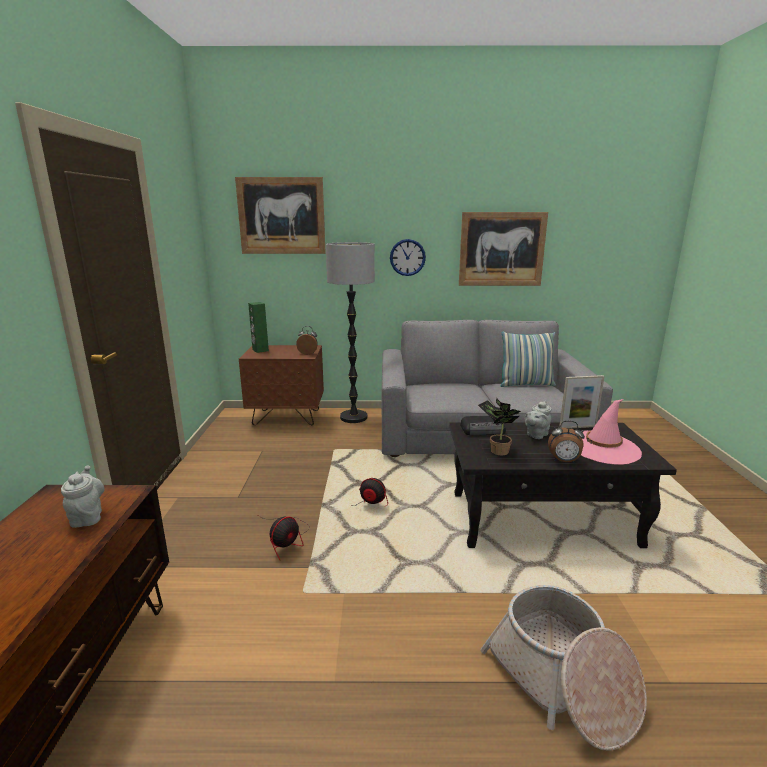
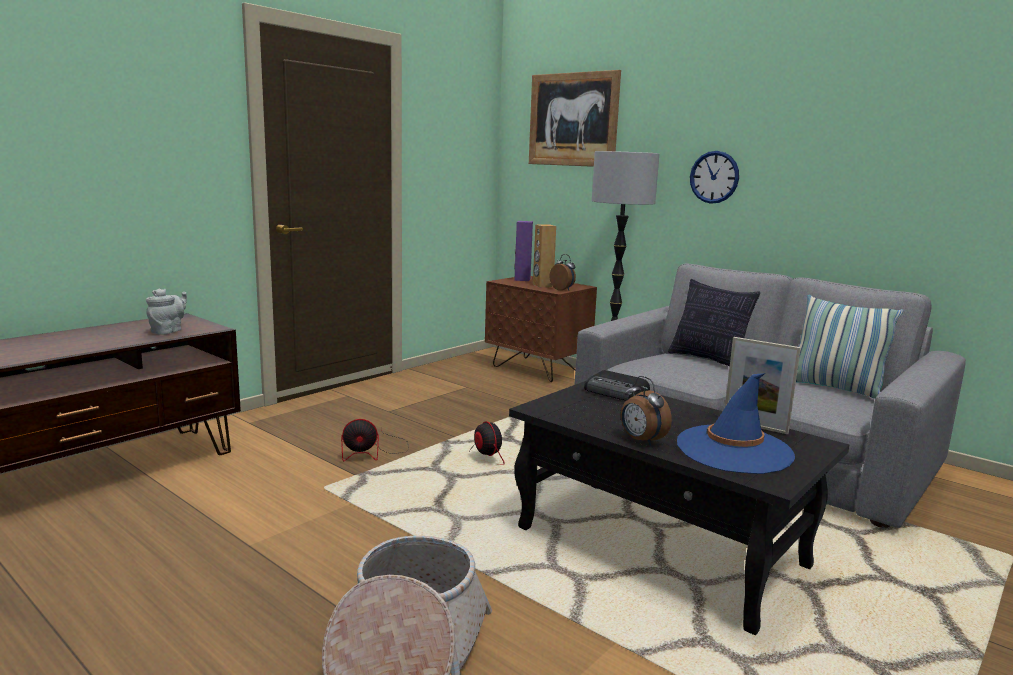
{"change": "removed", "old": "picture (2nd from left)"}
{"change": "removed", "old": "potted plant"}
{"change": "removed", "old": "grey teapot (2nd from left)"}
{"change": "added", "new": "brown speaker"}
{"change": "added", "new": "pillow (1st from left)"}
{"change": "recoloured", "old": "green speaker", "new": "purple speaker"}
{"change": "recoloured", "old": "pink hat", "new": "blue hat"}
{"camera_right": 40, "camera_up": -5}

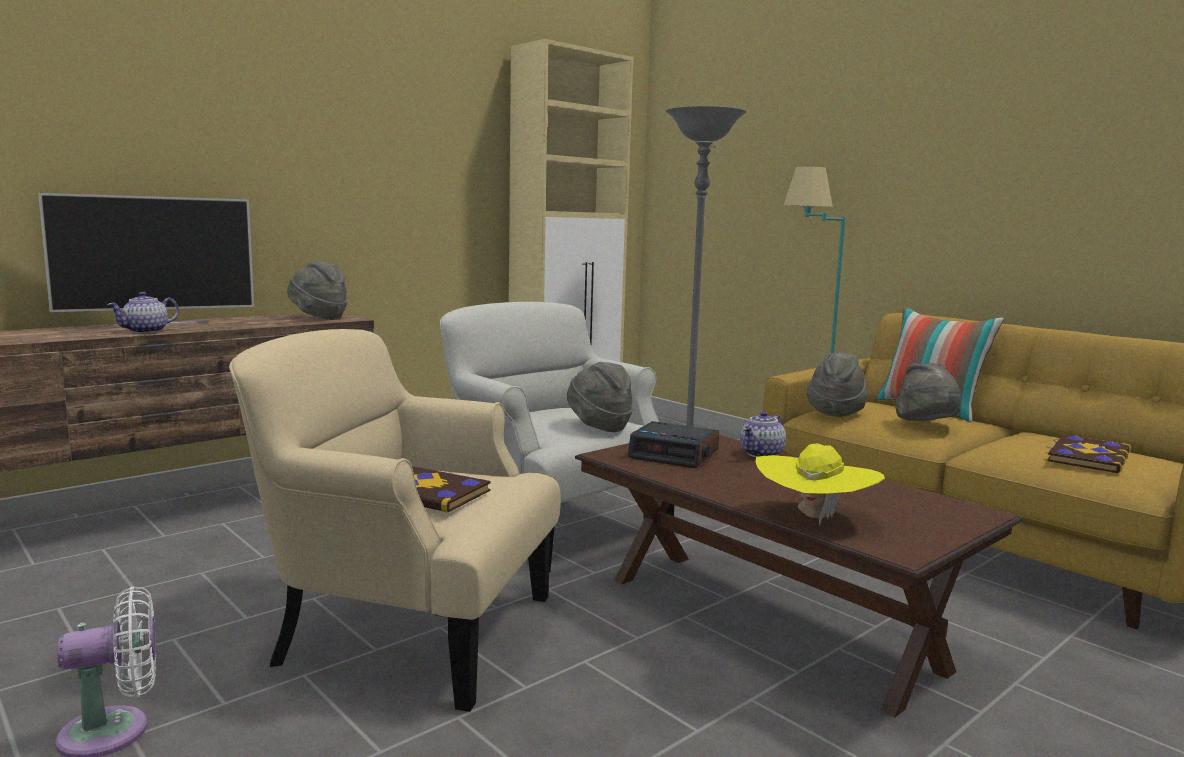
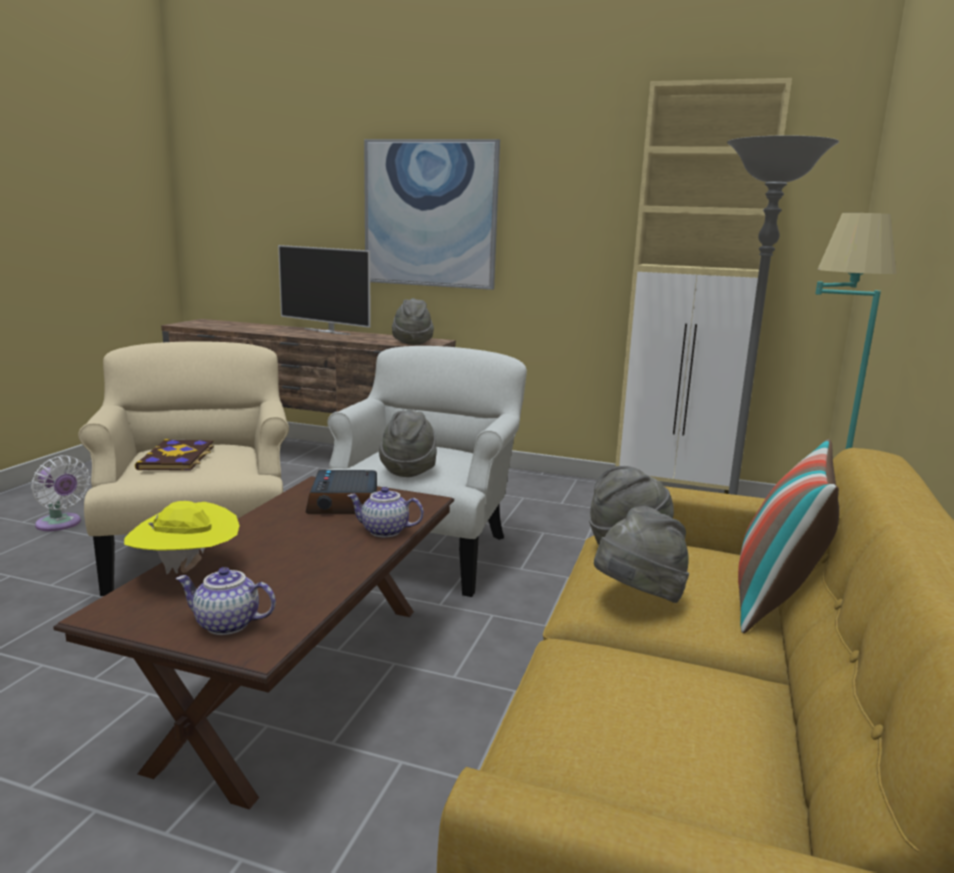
{"change": "removed", "old": "book (2nd from left)"}
{"change": "added", "new": "picture"}
{"change": "moved", "old": "teapot (1st from left)"}
{"camera_right": 60, "camera_up": 5}

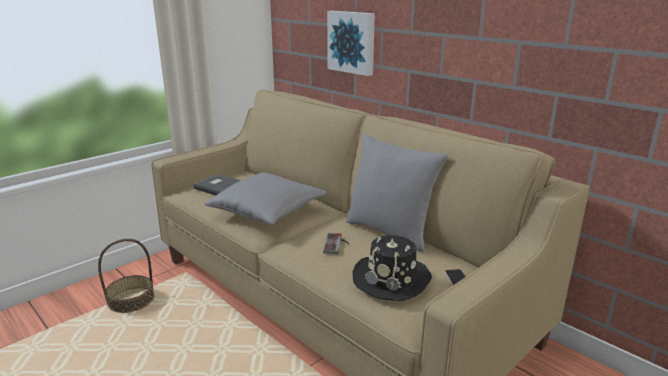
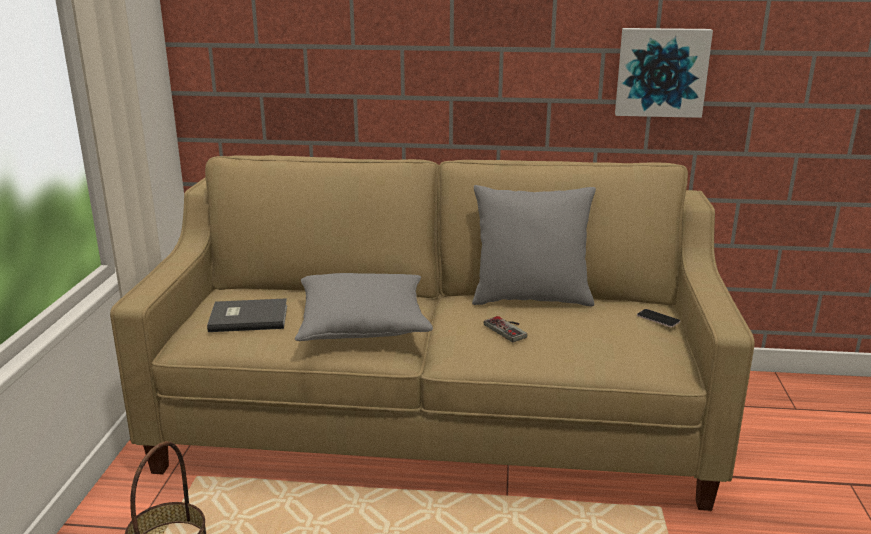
{"change": "removed", "old": "black hat"}
{"change": "moved", "old": "picture"}
{"camera_right": -40, "camera_up": 0}

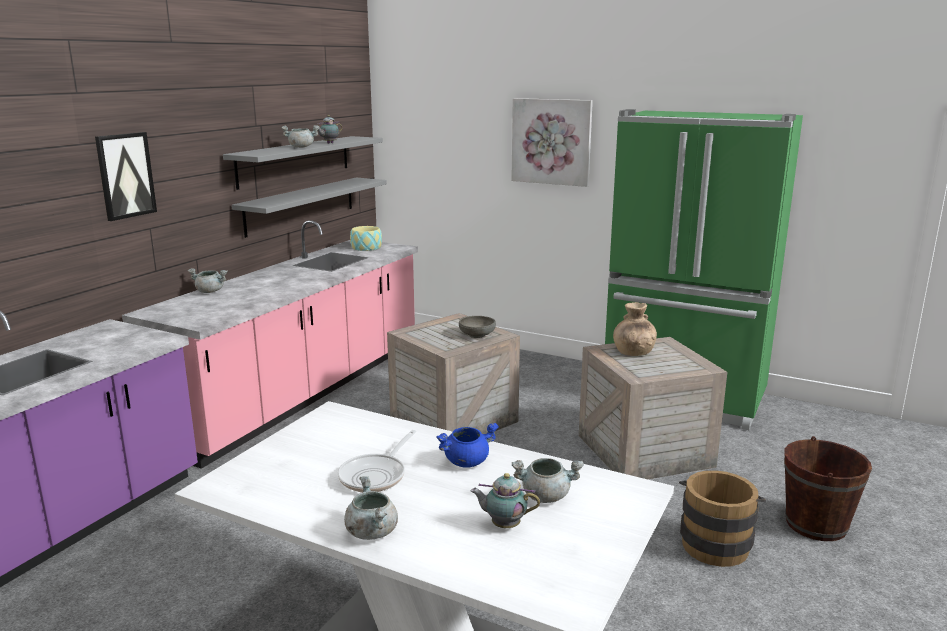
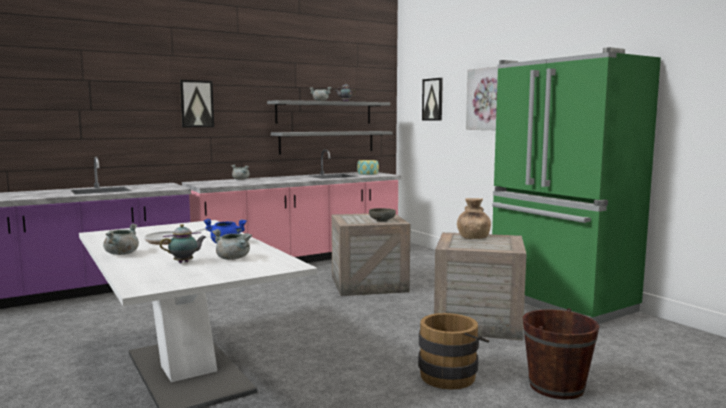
{"change": "added", "new": "picture (2nd from left)"}
{"change": "turned", "old": "teapot (2nd from left in the first image)", "degrees": 105}
{"camera_right": 30, "camera_up": -10}

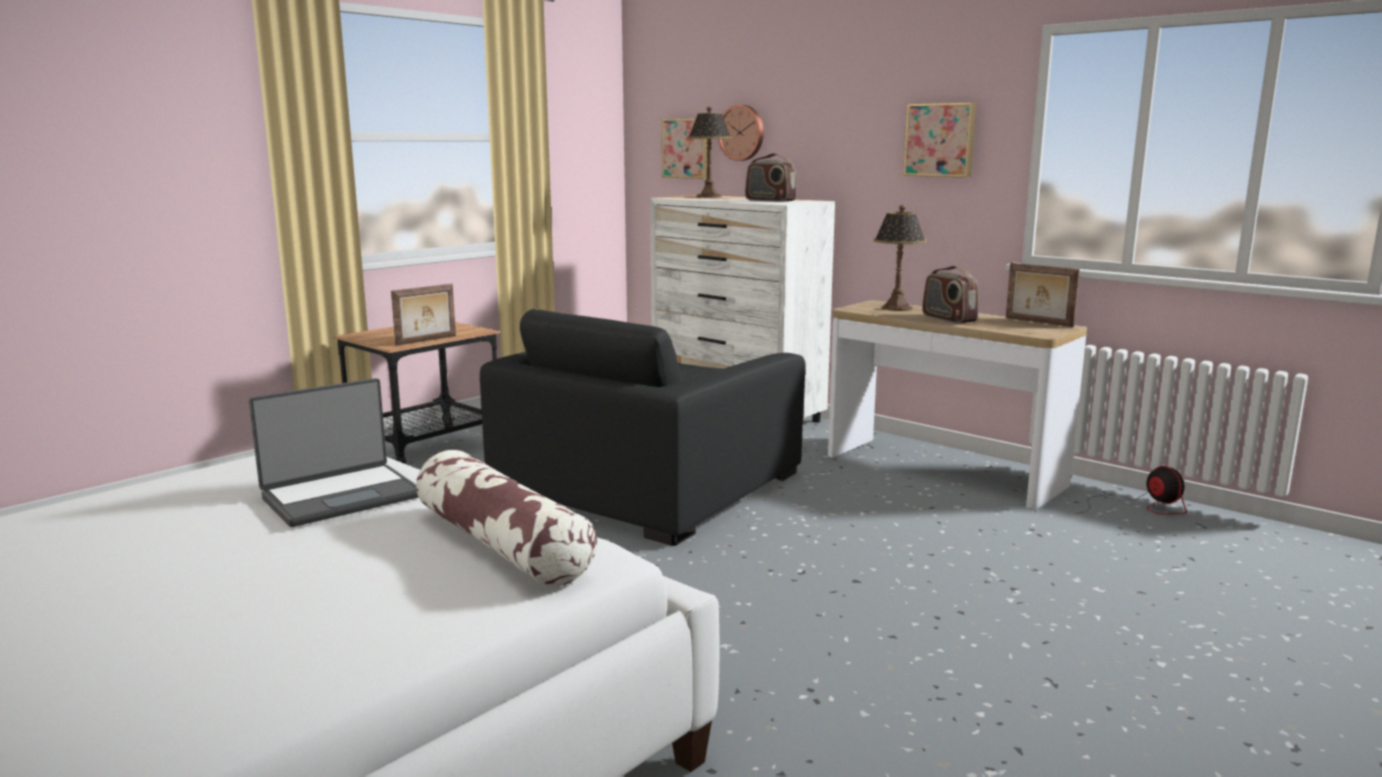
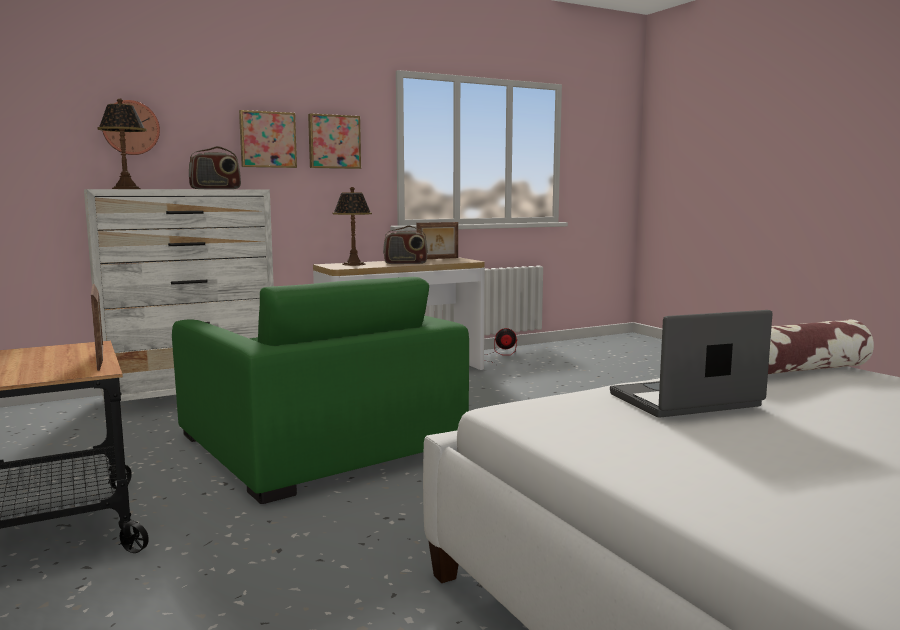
{"change": "moved", "old": "picture (1st from left)"}
{"change": "recoloured", "old": "black armchair", "new": "green armchair"}
{"change": "turned", "old": "laptop", "degrees": -90}
{"camera_right": -70, "camera_up": -5}

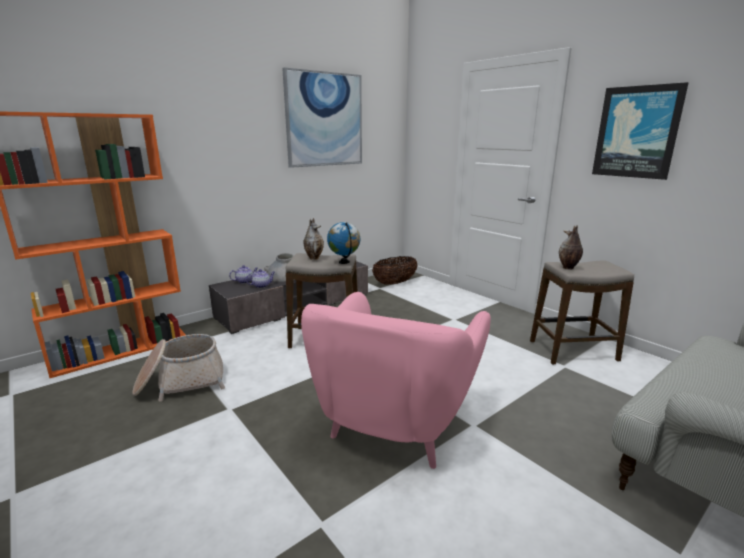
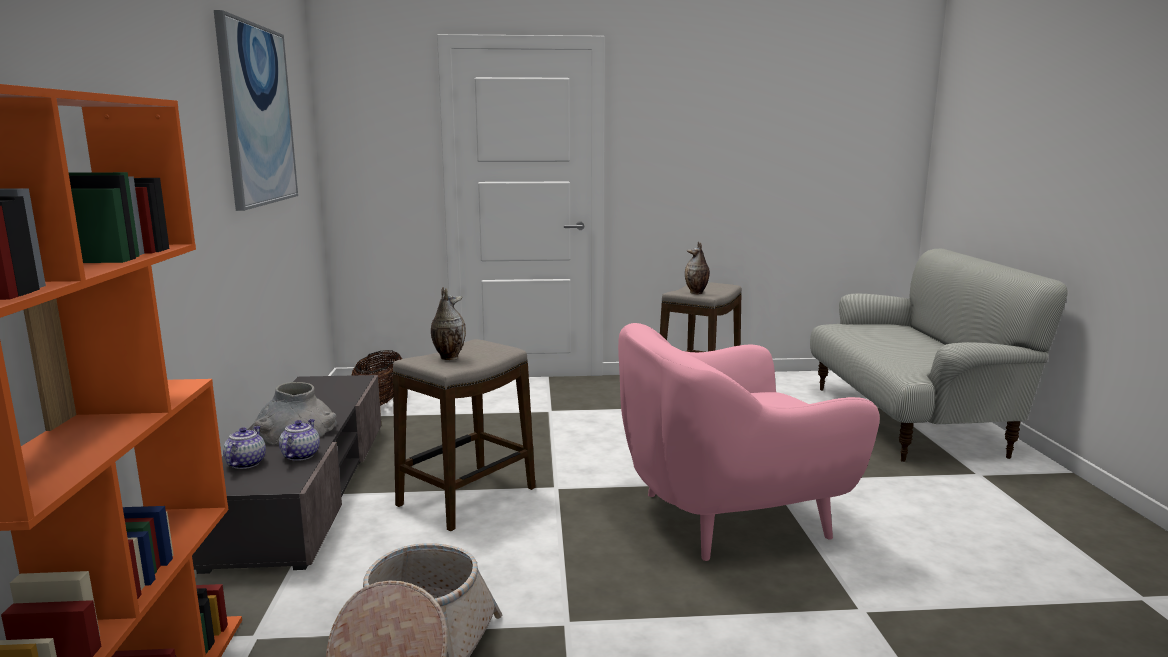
{"change": "removed", "old": "globe"}
{"change": "removed", "old": "picture (2nd from left)"}
{"change": "turned", "old": "pink armchair", "degrees": 105}
{"camera_right": -55, "camera_up": -5}

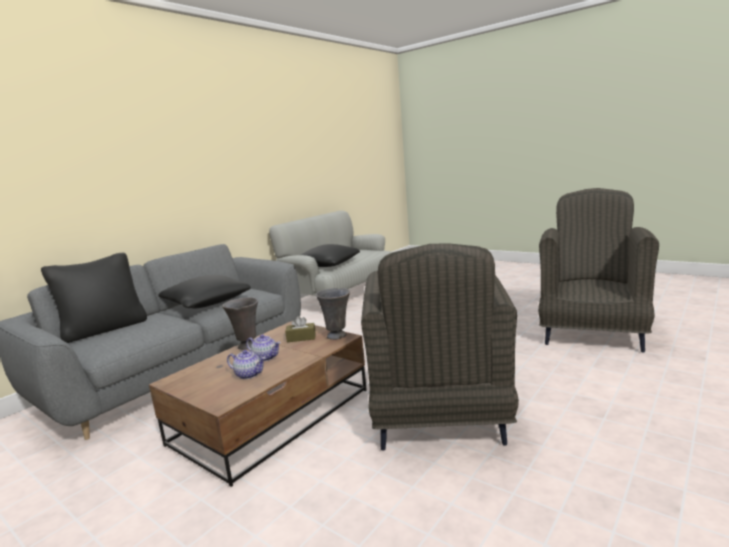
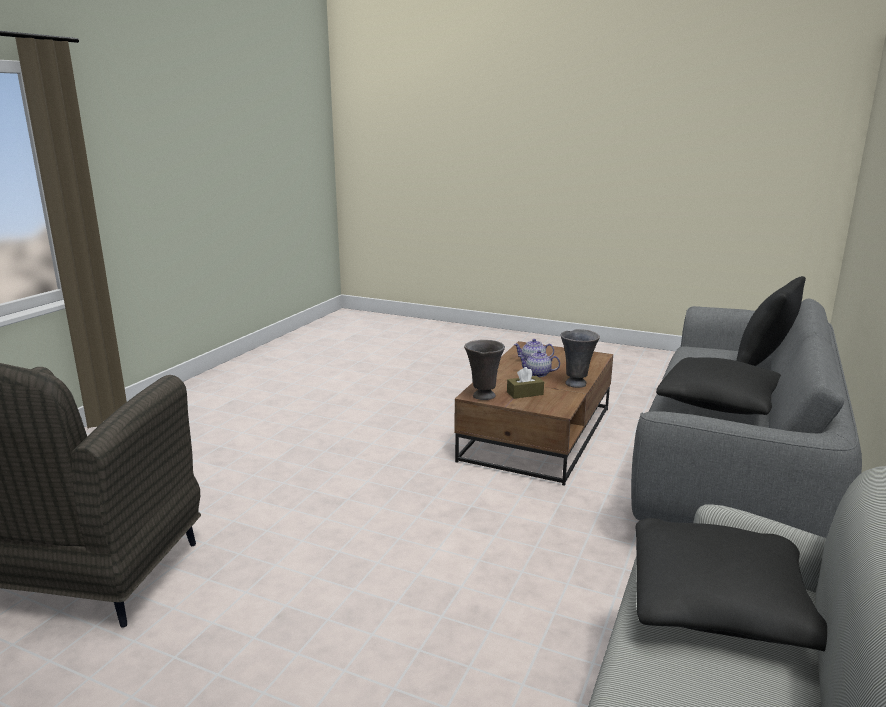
{"change": "removed", "old": "grey armchair (1st from left)"}
{"camera_right": 165, "camera_up": 5}

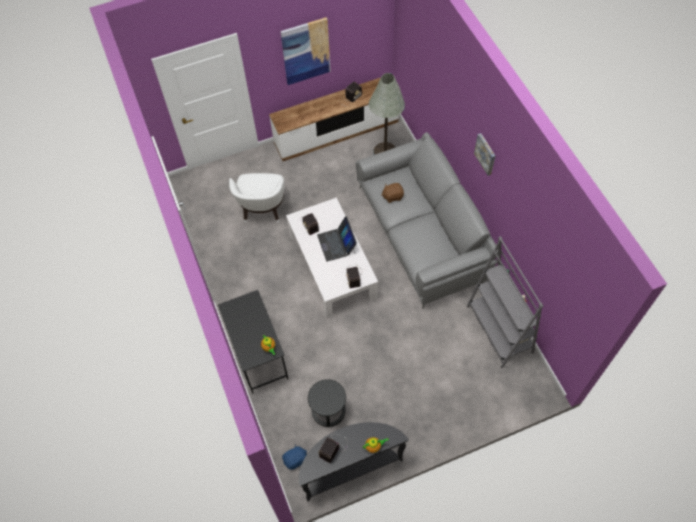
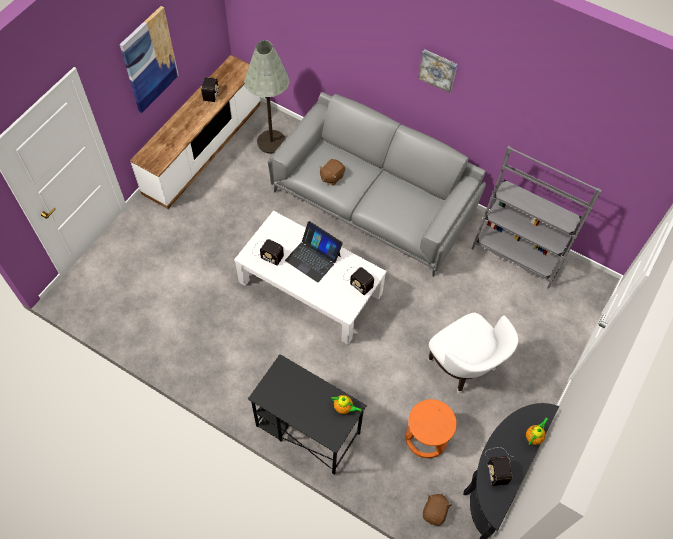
{"change": "moved", "old": "white armchair"}
{"change": "recoloured", "old": "blue plush toy", "new": "brown plush toy (2nd from left)"}
{"change": "recoloured", "old": "black stool", "new": "orange stool"}
{"camera_right": -40, "camera_up": 0}

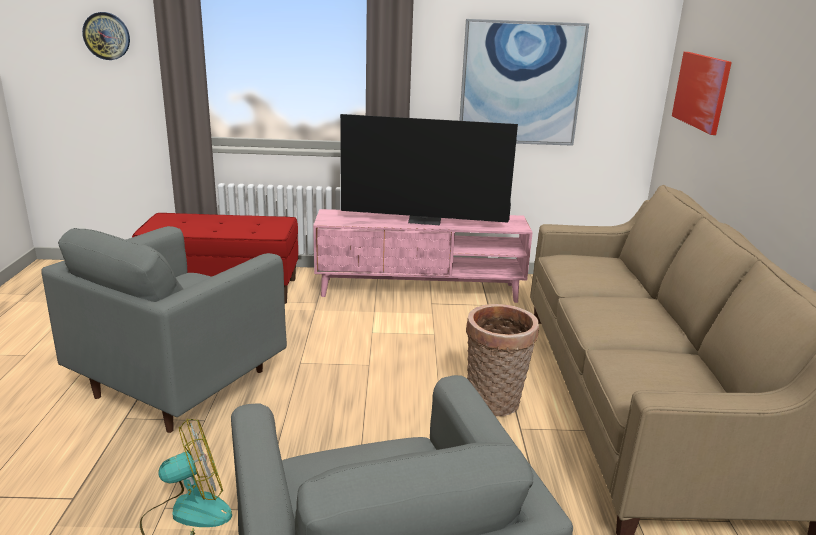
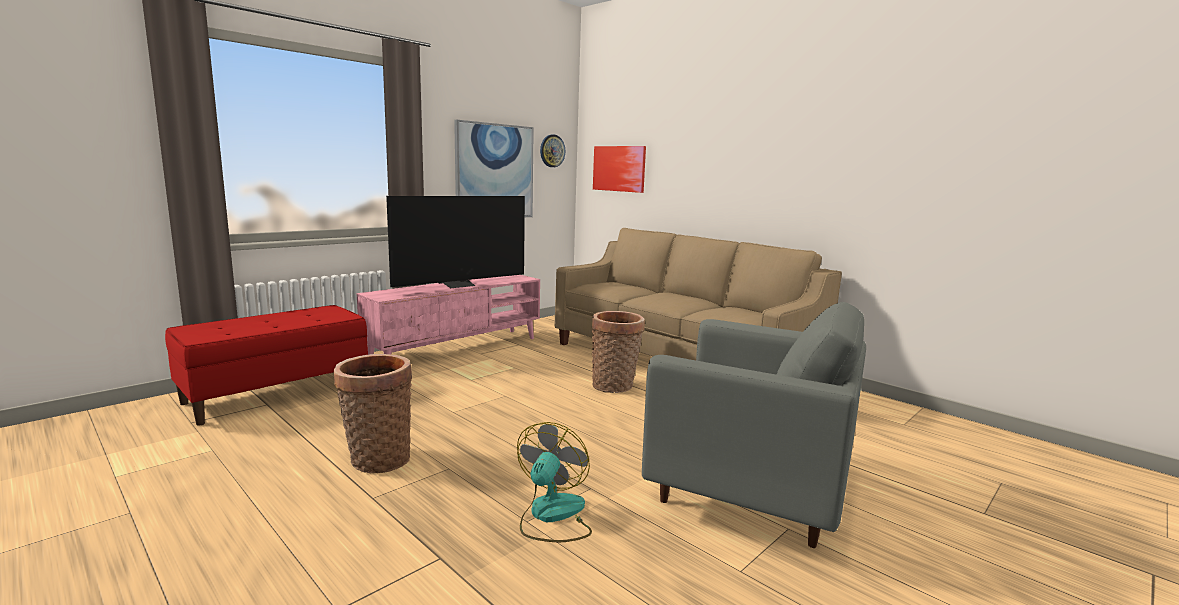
{"change": "moved", "old": "wall clock"}
{"change": "replaced", "old": "grey armchair (1st from left)", "new": "basket (1st from left)"}
{"camera_right": -45, "camera_up": -10}

